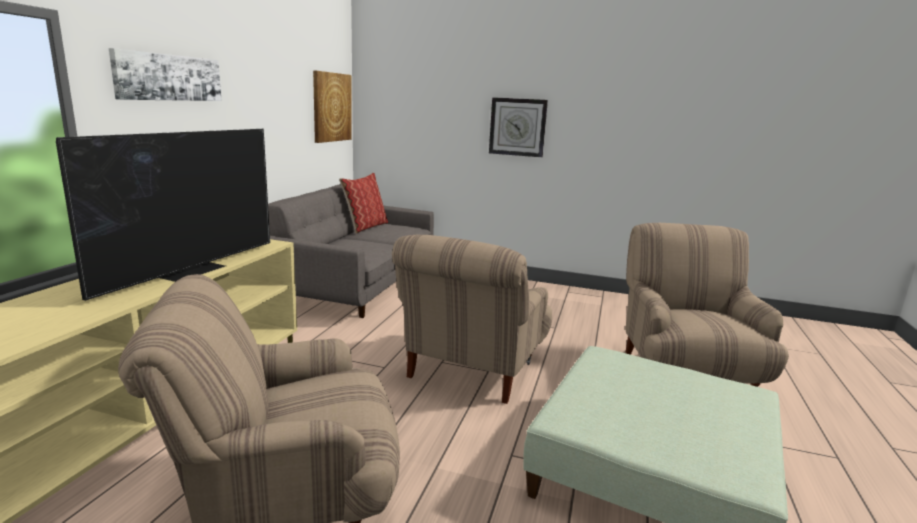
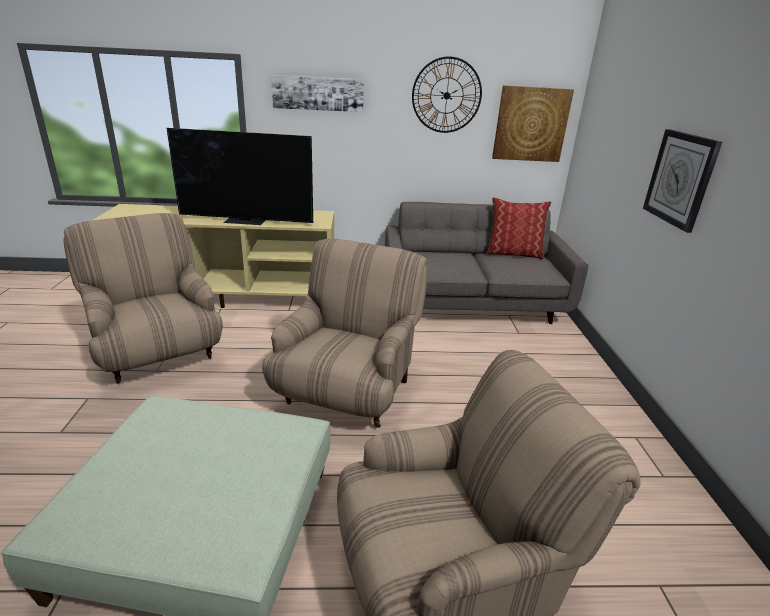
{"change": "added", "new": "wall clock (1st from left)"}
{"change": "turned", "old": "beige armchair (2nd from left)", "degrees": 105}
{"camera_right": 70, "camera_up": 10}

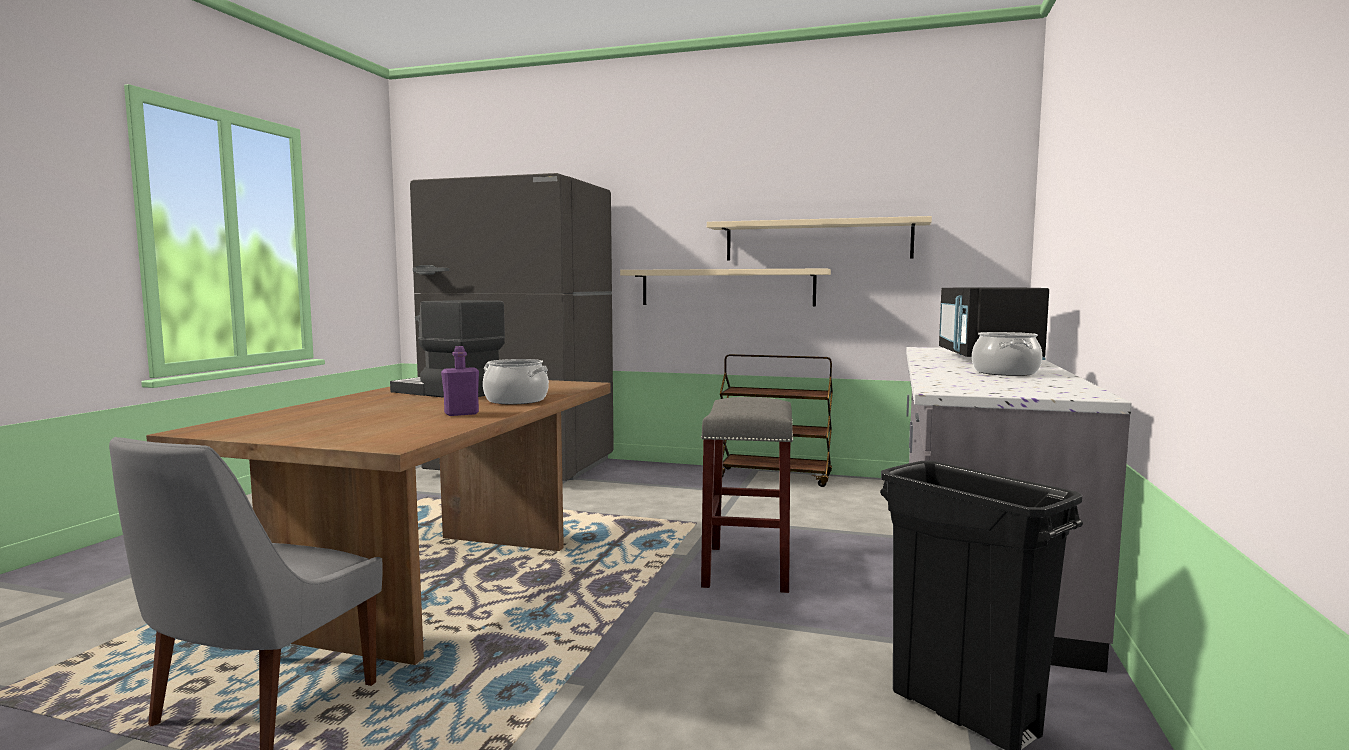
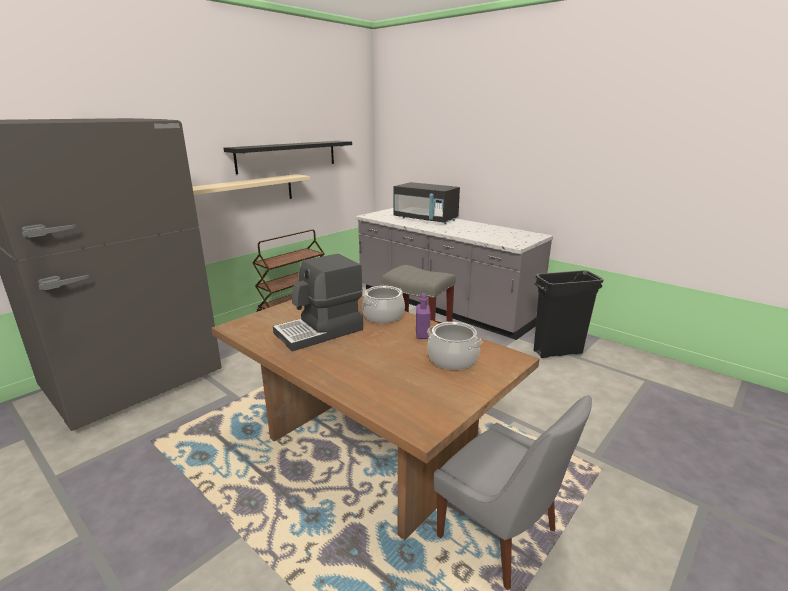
{"change": "moved", "old": "cooking pot (2nd from left)"}
{"change": "recoloured", "old": "beige shelf (2nd from left)", "new": "black shelf"}
{"camera_right": -65, "camera_up": 15}

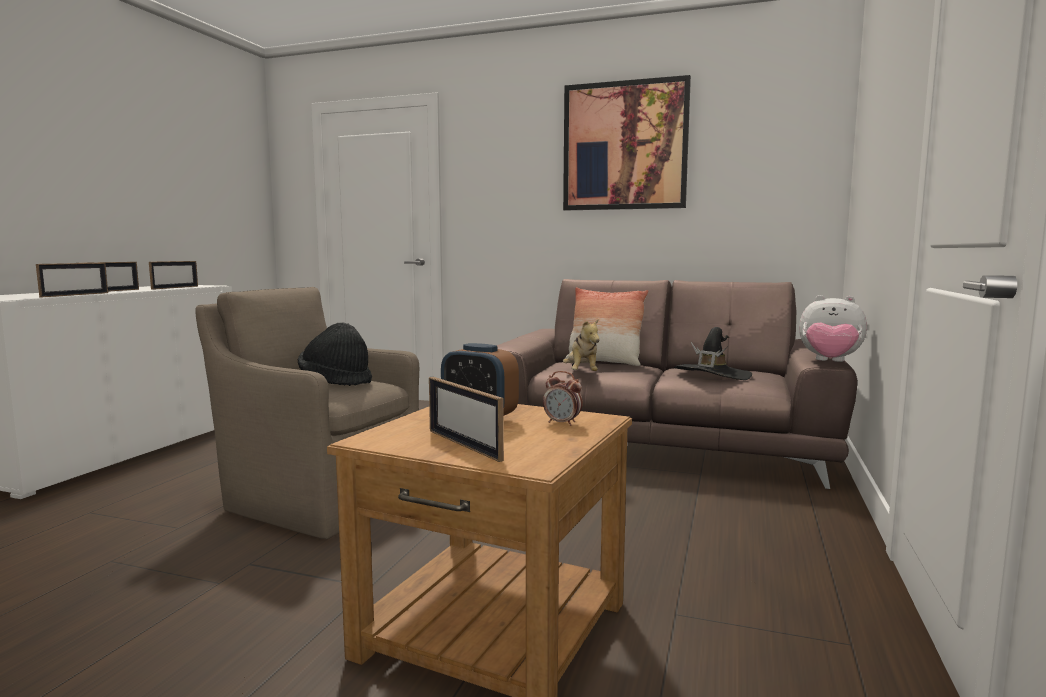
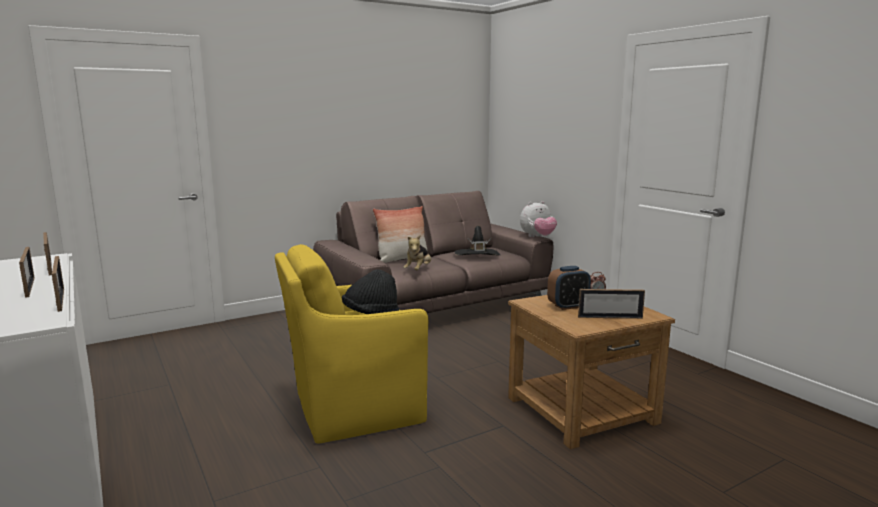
{"change": "removed", "old": "picture"}
{"change": "recoloured", "old": "brown armchair", "new": "yellow armchair"}
{"change": "turned", "old": "plush toy (1st from left)", "degrees": 75}
{"camera_right": -50, "camera_up": 5}

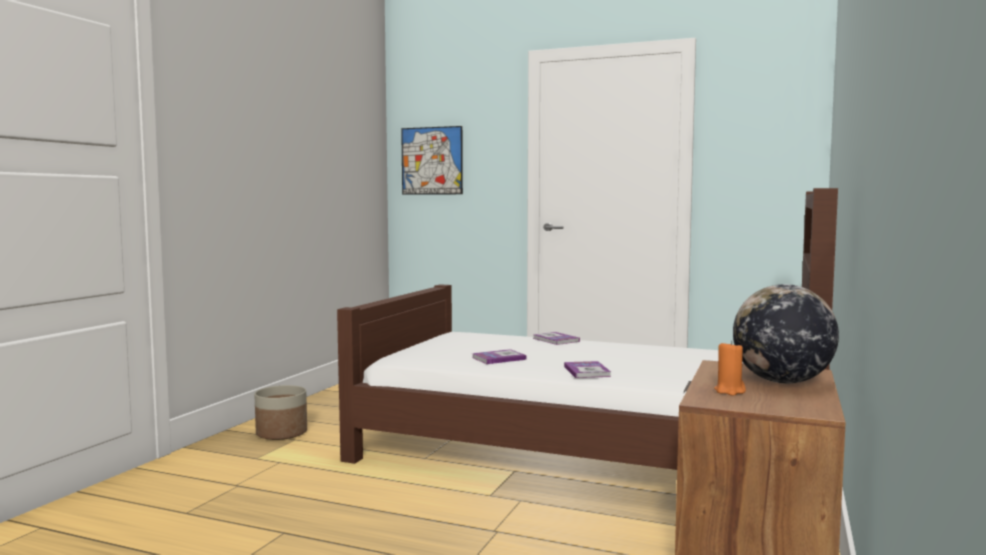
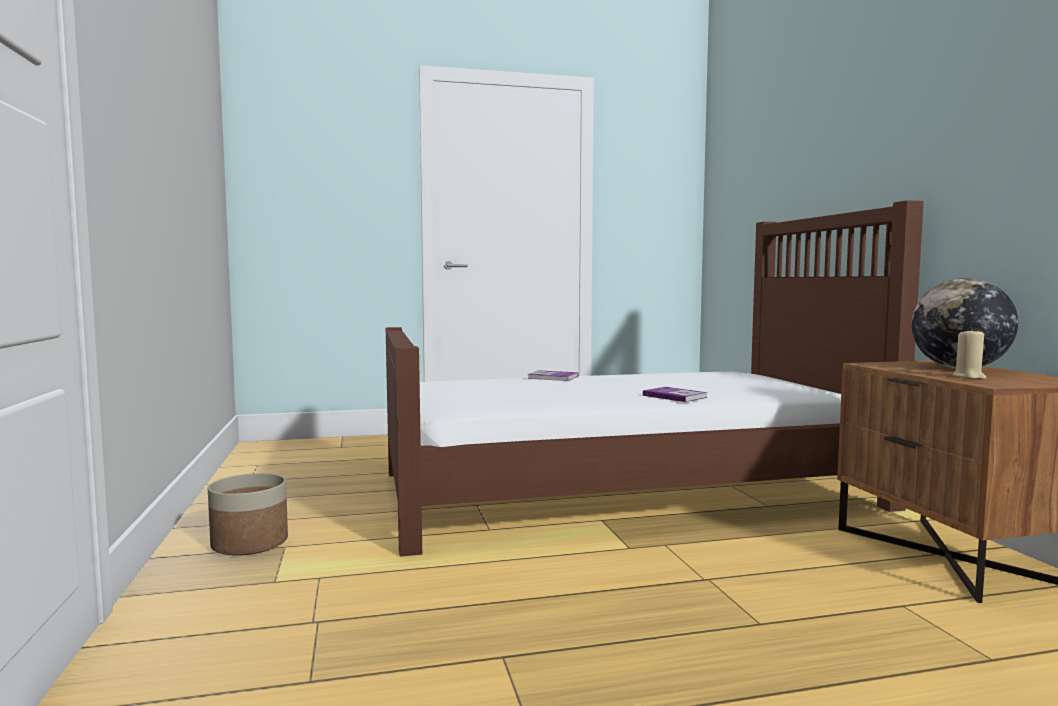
{"change": "removed", "old": "picture"}
{"change": "removed", "old": "book (1st from left)"}
{"change": "recoloured", "old": "orange candle", "new": "beige candle"}
{"camera_right": -35, "camera_up": 0}

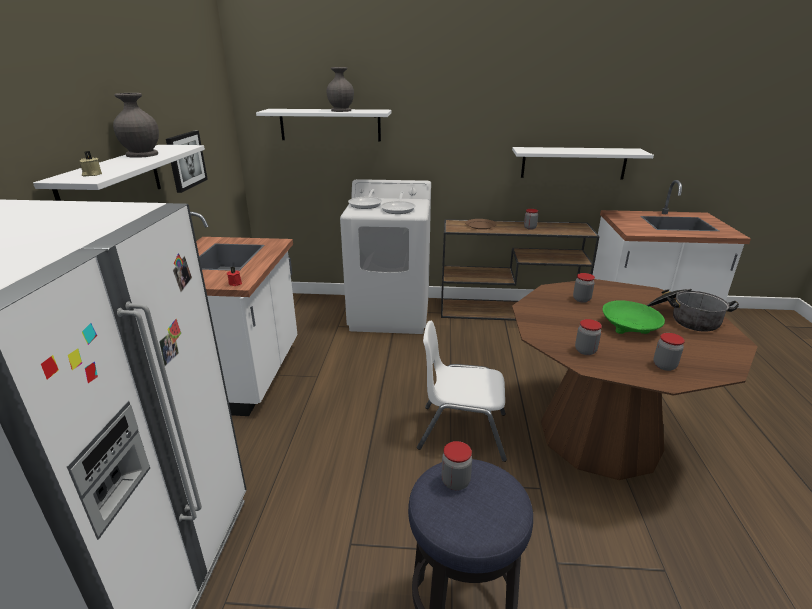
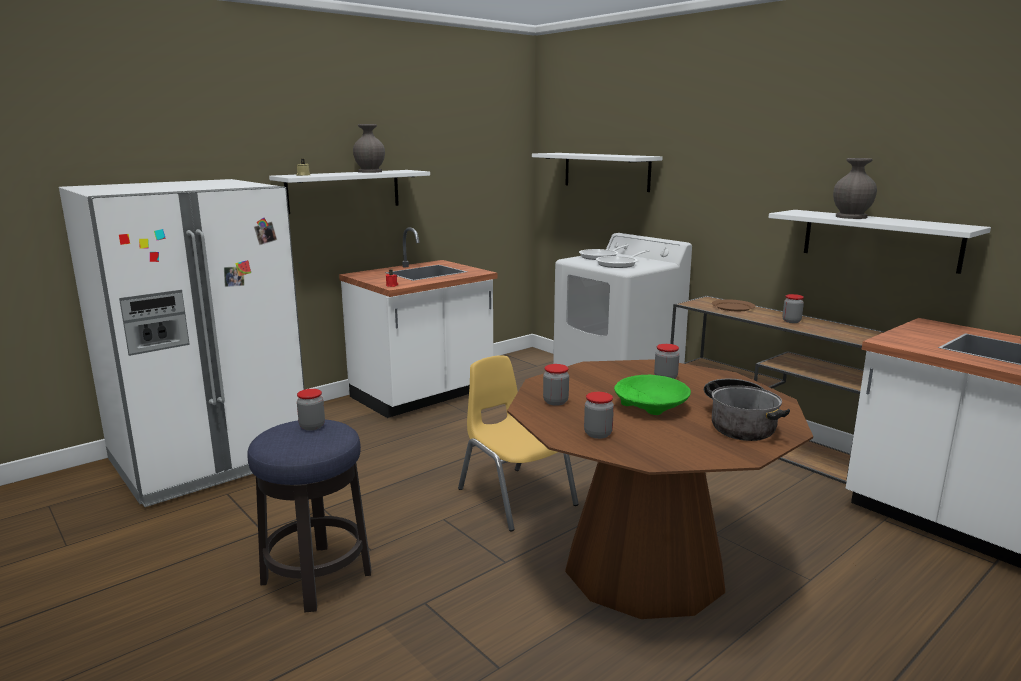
{"change": "removed", "old": "picture"}
{"change": "moved", "old": "grey vase (2nd from left)"}
{"change": "recoloured", "old": "white chair", "new": "yellow chair"}
{"camera_right": 45, "camera_up": -10}

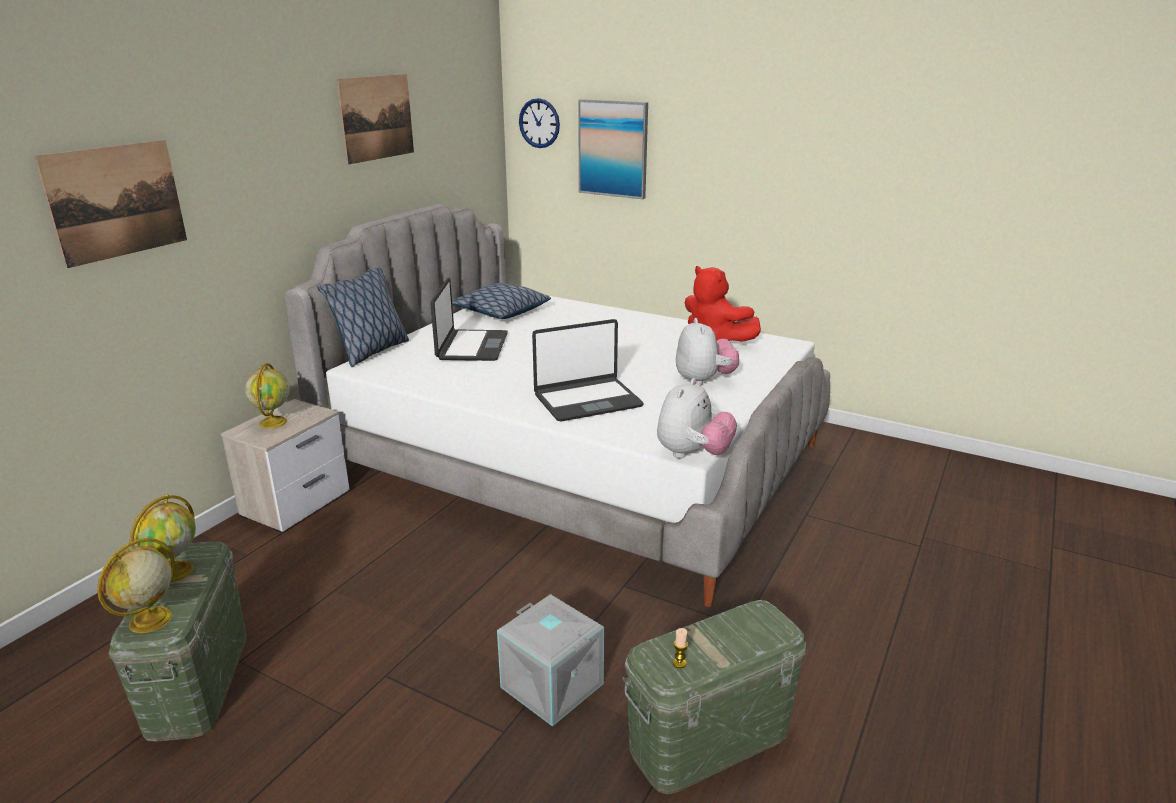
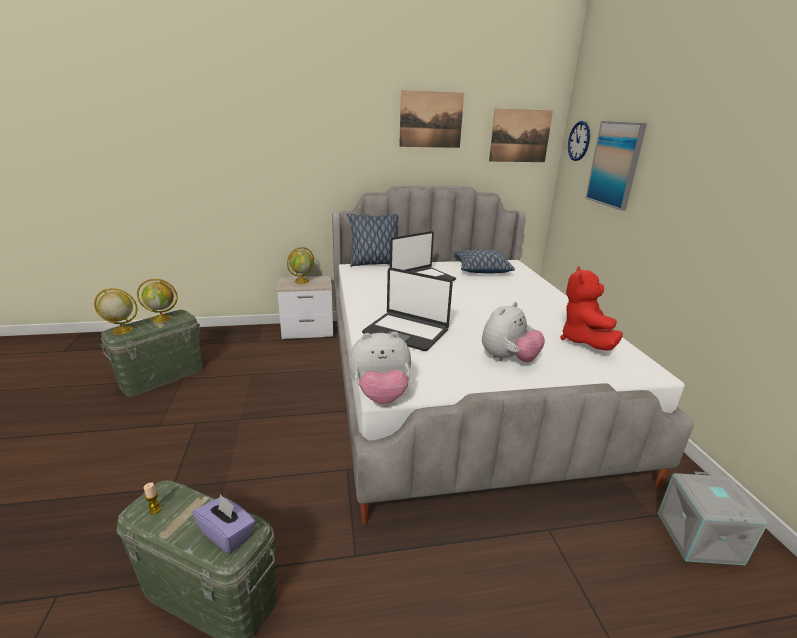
{"change": "added", "new": "purple tissue box"}
{"change": "moved", "old": "picture (1st from left in the first image)", "new": "picture (2nd from left)"}
{"change": "moved", "old": "grey storage box"}
{"camera_right": 50, "camera_up": 0}

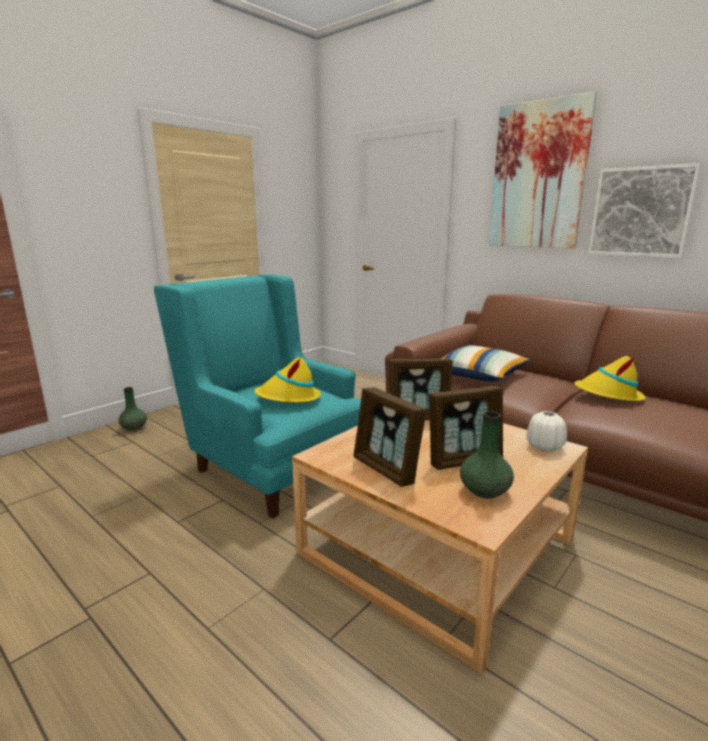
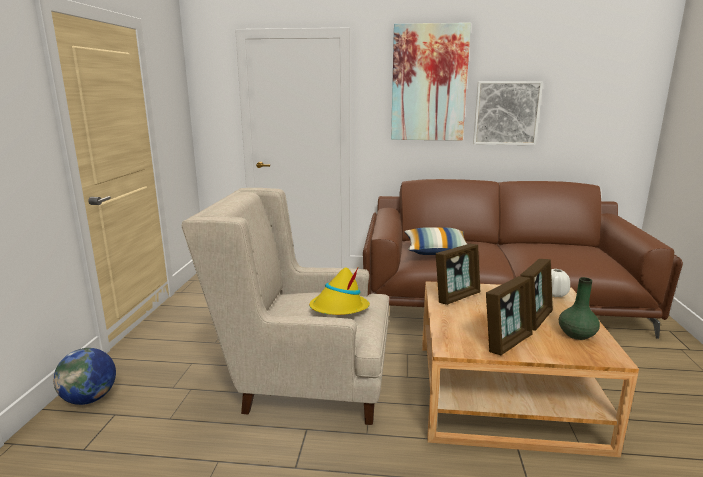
{"change": "removed", "old": "yellow hat (2nd from left)"}
{"change": "replaced", "old": "green vase (1st from left)", "new": "globe"}
{"change": "recoloured", "old": "turquoise armchair", "new": "beige armchair"}
{"change": "turned", "old": "picture frame (1st from left in the first image)", "degrees": -60}
{"camera_right": -35, "camera_up": 0}

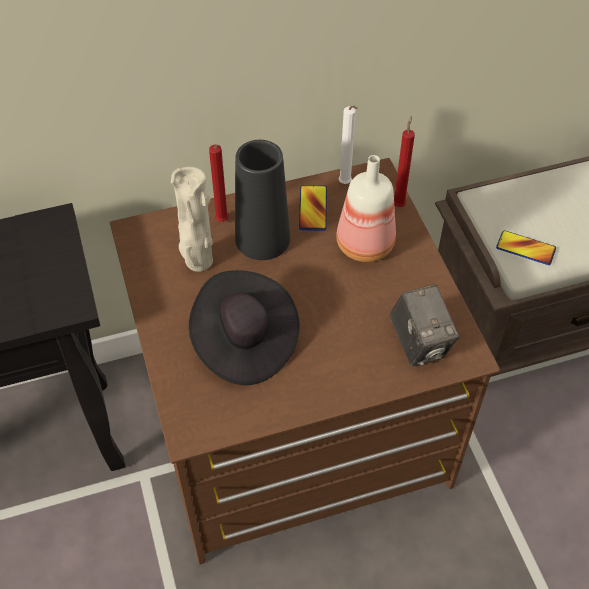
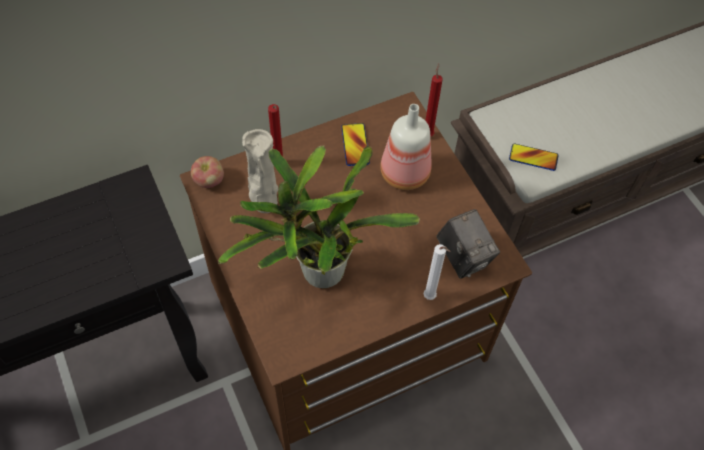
{"change": "removed", "old": "black vase"}
{"change": "added", "new": "apple"}
{"change": "moved", "old": "white candle"}
{"change": "replaced", "old": "black hat", "new": "potted plant"}
{"camera_right": -10, "camera_up": 5}

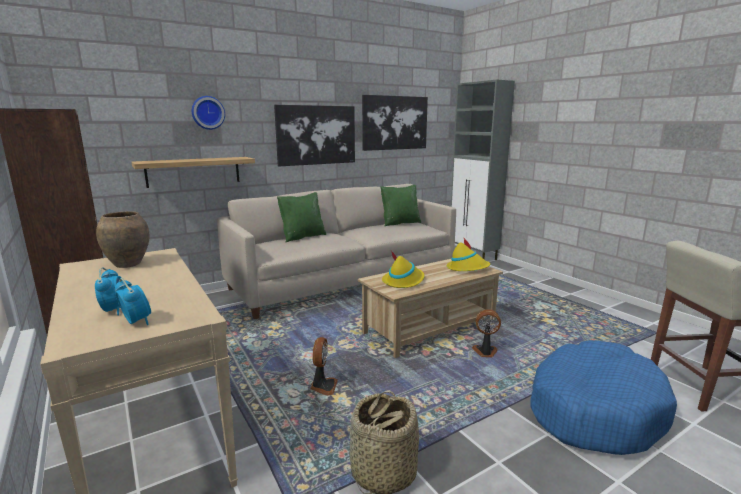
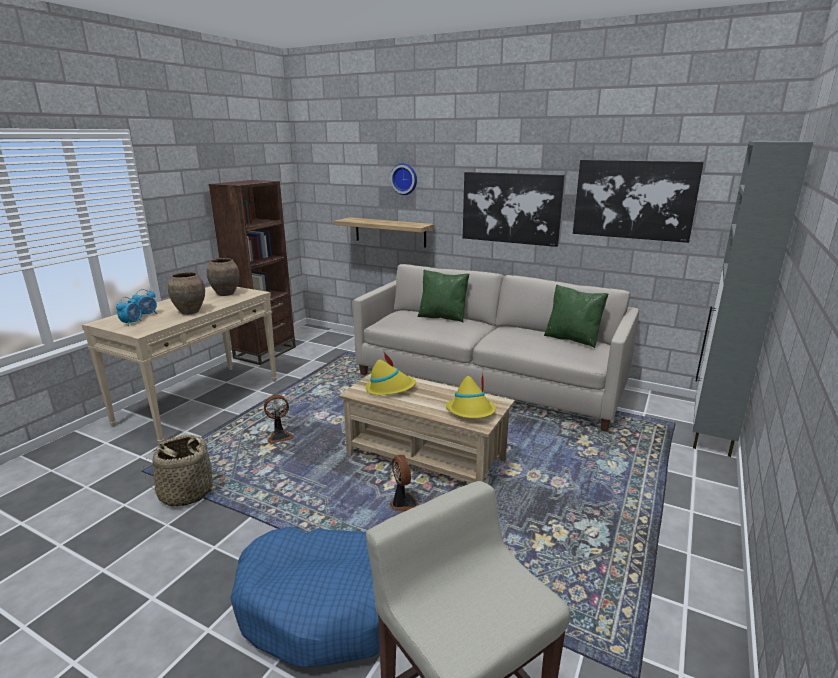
{"change": "added", "new": "brown vase (1st from left)"}
{"camera_right": 60, "camera_up": 5}

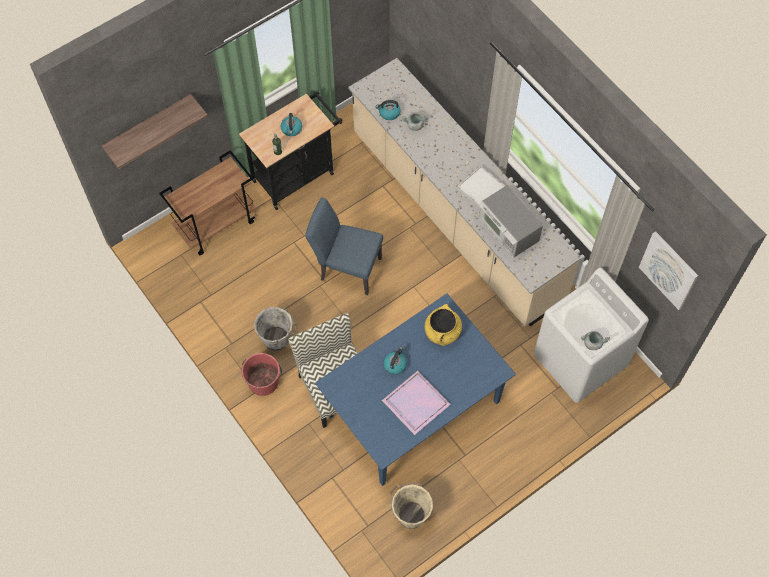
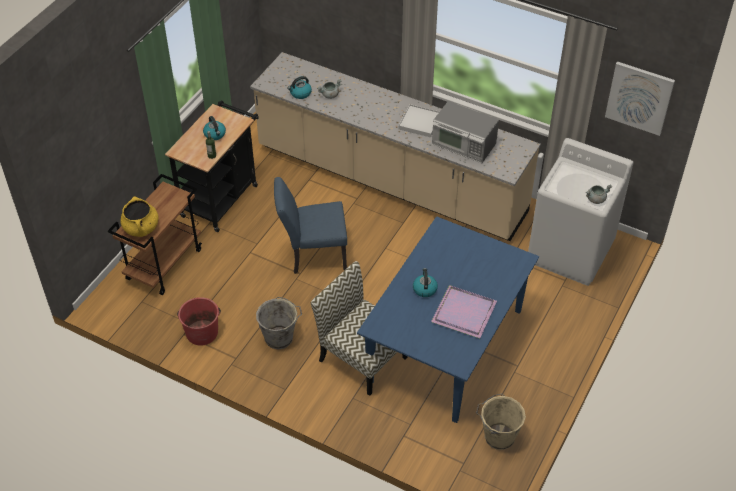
{"change": "removed", "old": "shelf"}
{"change": "moved", "old": "red bucket"}
{"change": "moved", "old": "yellow cooking pot"}
{"camera_right": -25, "camera_up": -15}

